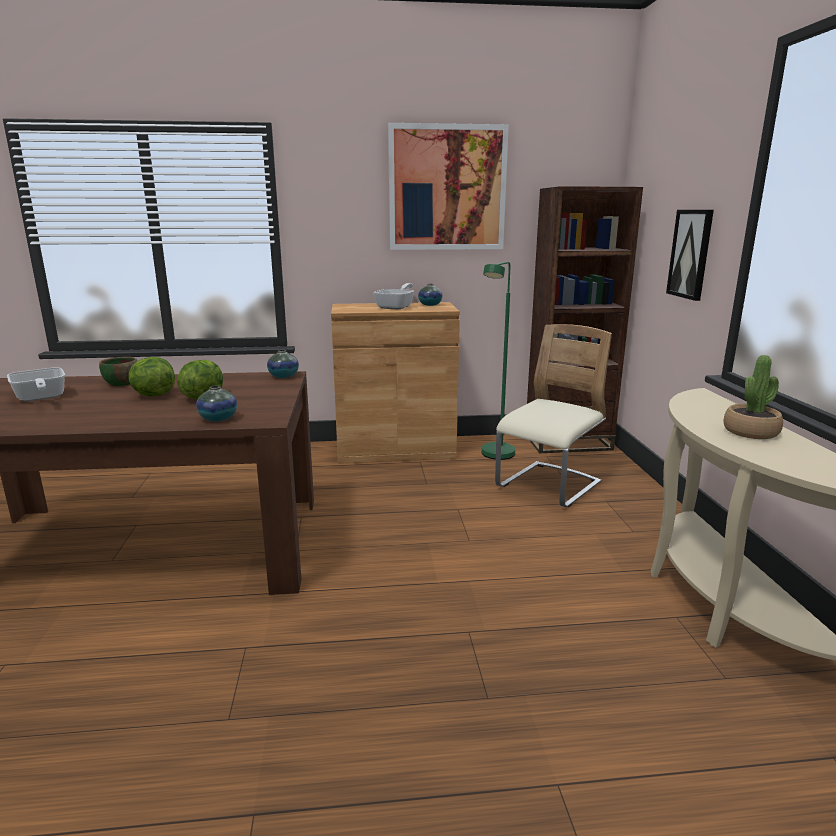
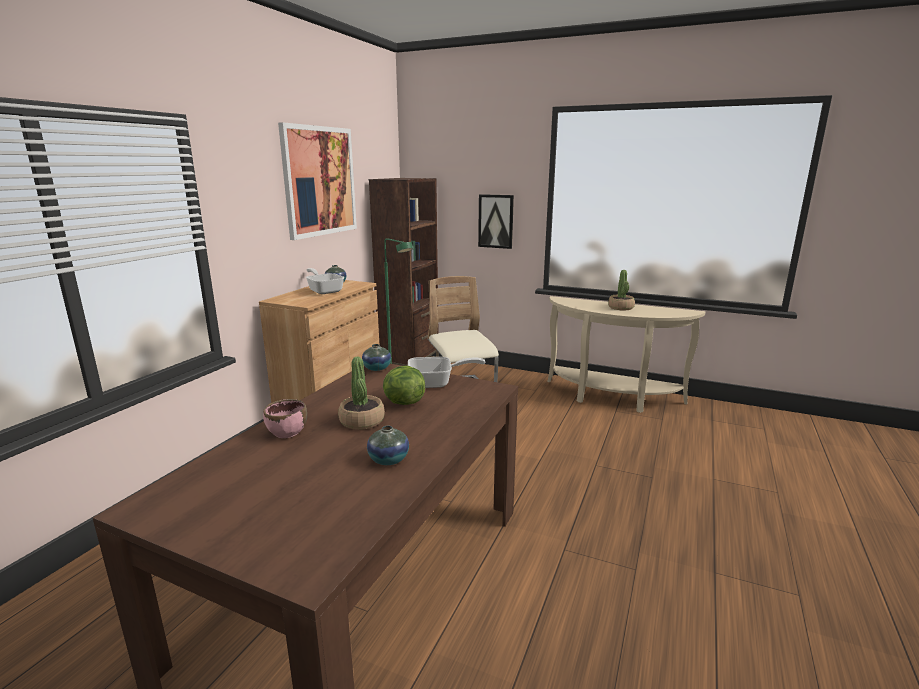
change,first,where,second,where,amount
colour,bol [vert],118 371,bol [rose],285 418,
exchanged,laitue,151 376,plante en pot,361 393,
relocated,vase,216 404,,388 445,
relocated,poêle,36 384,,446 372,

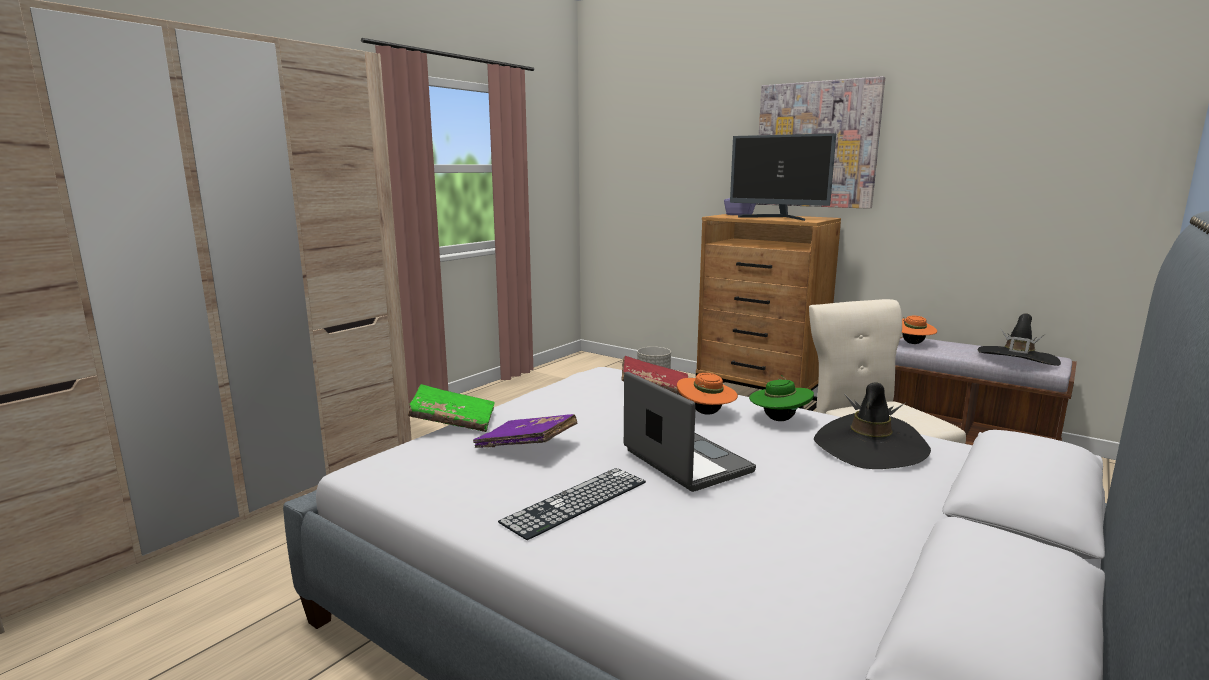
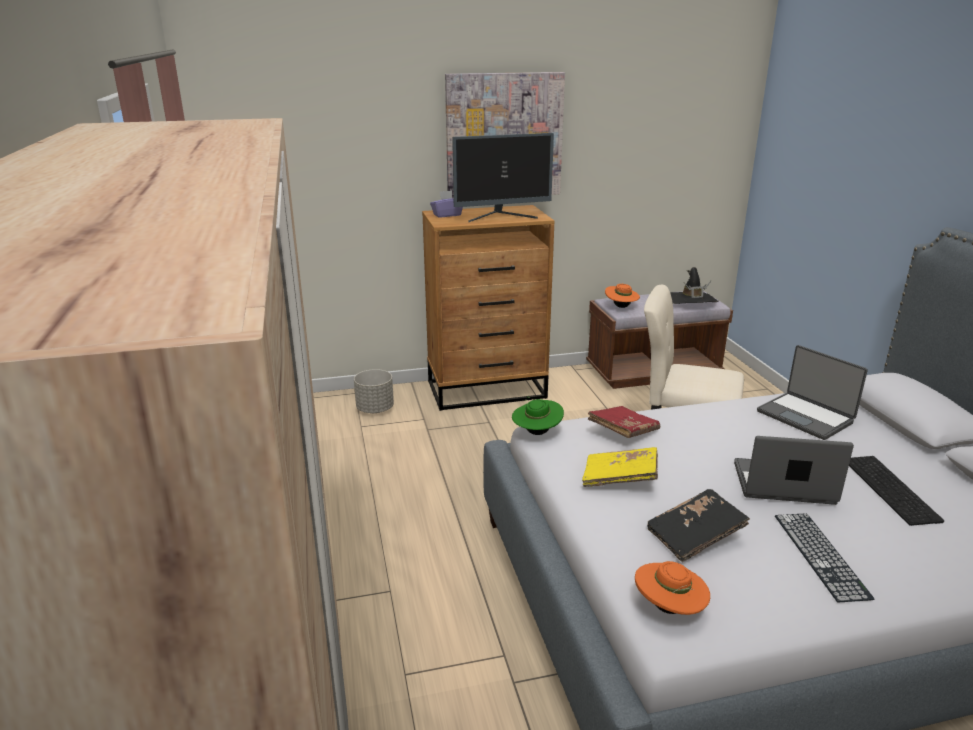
change,first,where,second,where,amount
relocated,chapeau [vert],781 398,,538 416,
appeared,,,livre [jaune],620 467,
relocated,chapeau [orange],707 394,,672 588,
colour,livre [violet],525 431,livre [noir],698 525,
exchanged,chapeau [noir],872 425,ordinateur portable,812 392,
appeared,,,clavier,896 491,
missing,livre [vert],451 408,,,

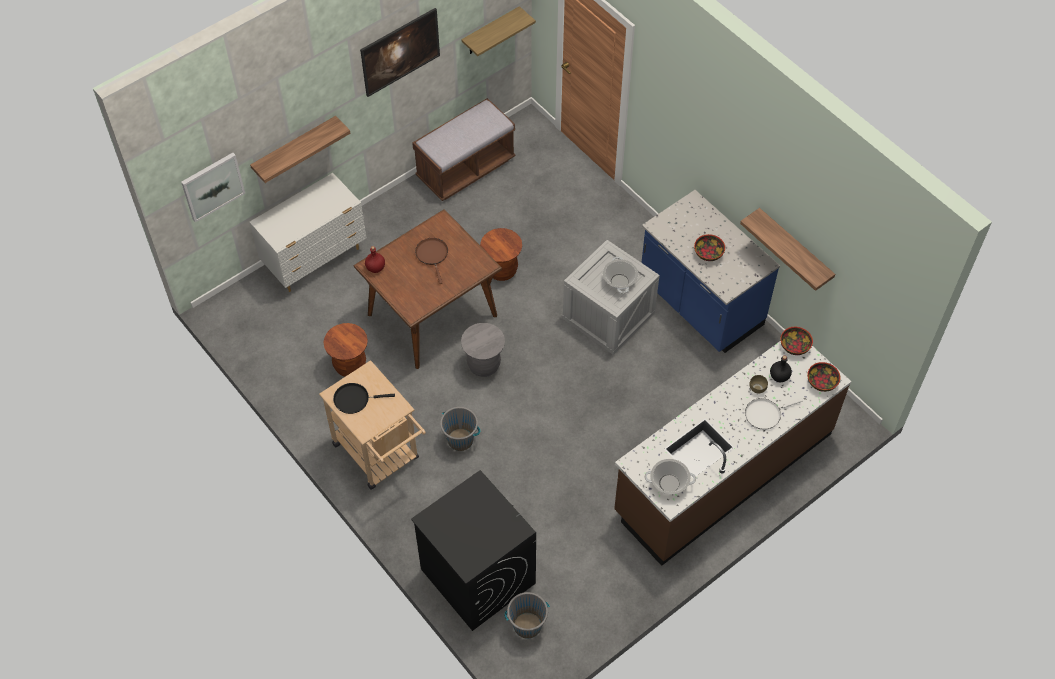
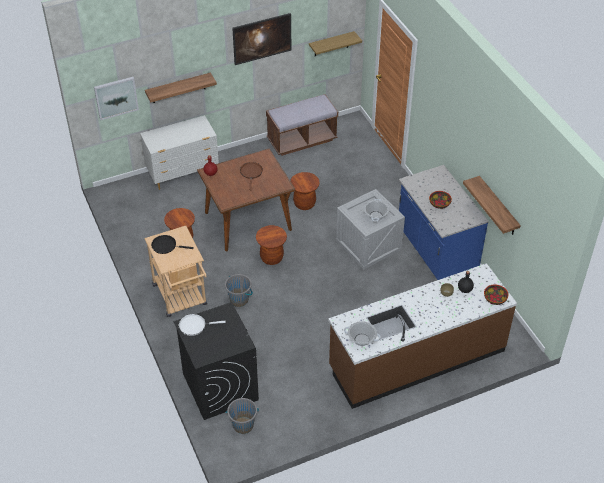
change,first,where,second,where,amount
relocated,poêle [blanc],774 414,,202 325,
colour,tabouret [gris],483 350,tabouret [marron],271 245,
missing,bol,796 341,,,

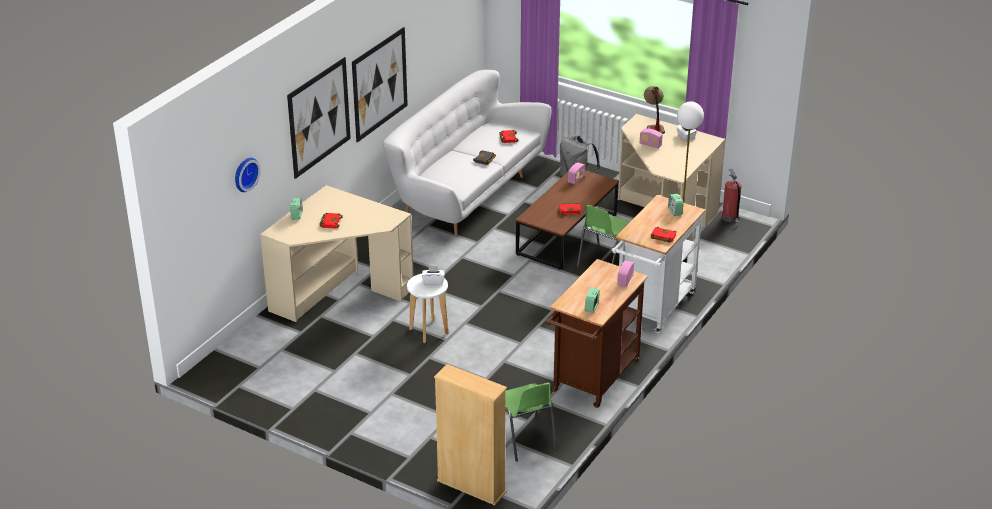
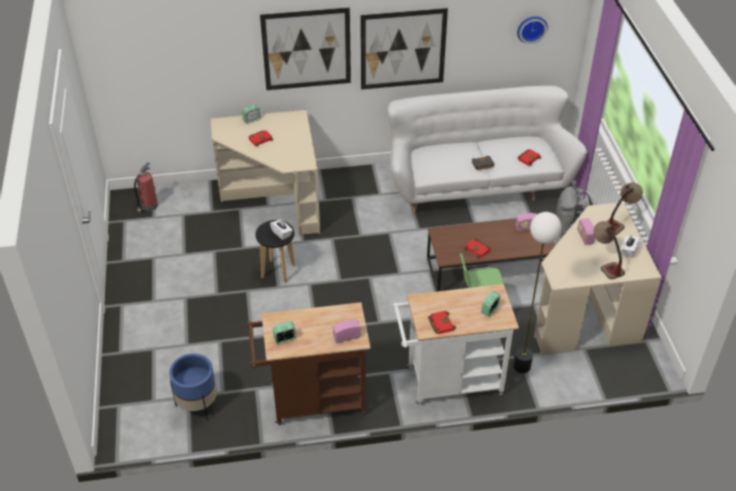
change,first,where,second,where,amount
relocated,extincteur,731 196,,146 187,
exchanged,chaise [vert],531 422,cache-pot [bleu],193 387,
colour,tabouret [blanc],427 308,tabouret [noir],275 251,
relocated,horloge murale,248 175,,532 30,
appeared,,,lampe de table,609 250,
missing,bibliothèque [beige],470 434,,,

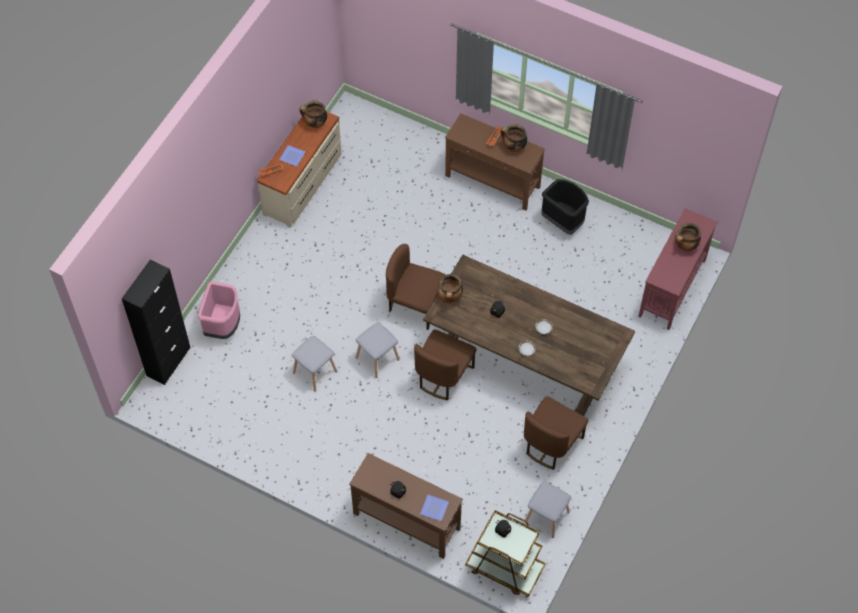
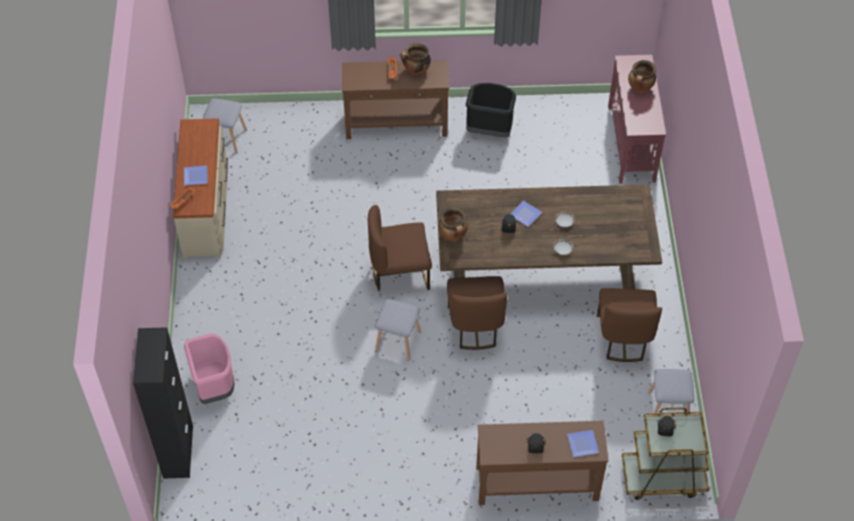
change,first,where,second,where,amount
relocated,tabouret [gris],314 363,,225 126,
appeared,,,assiette,526 214,
missing,marmite,313 114,,,

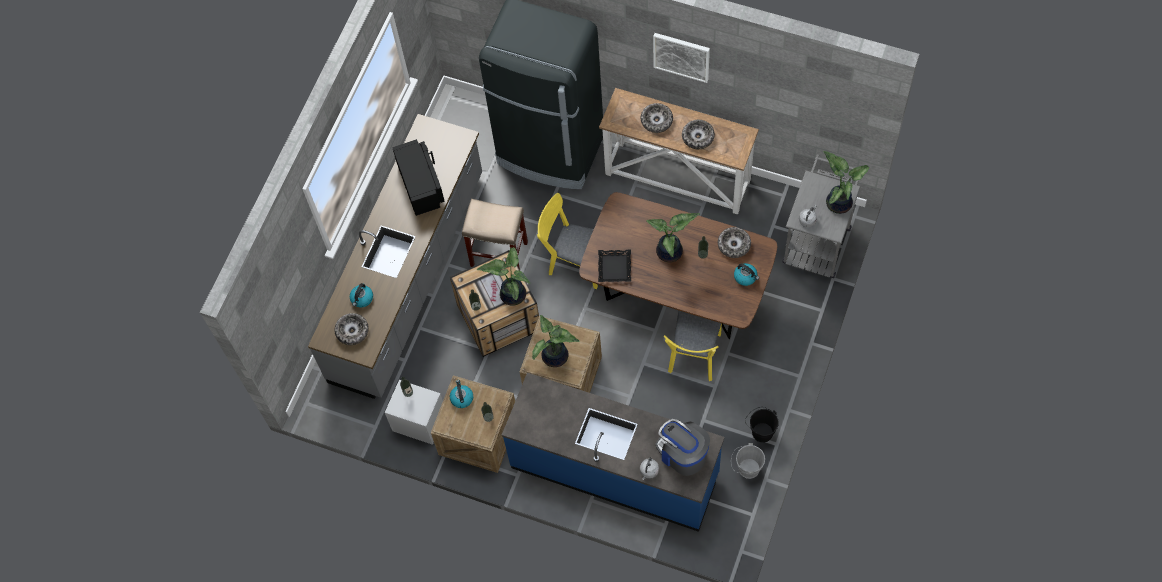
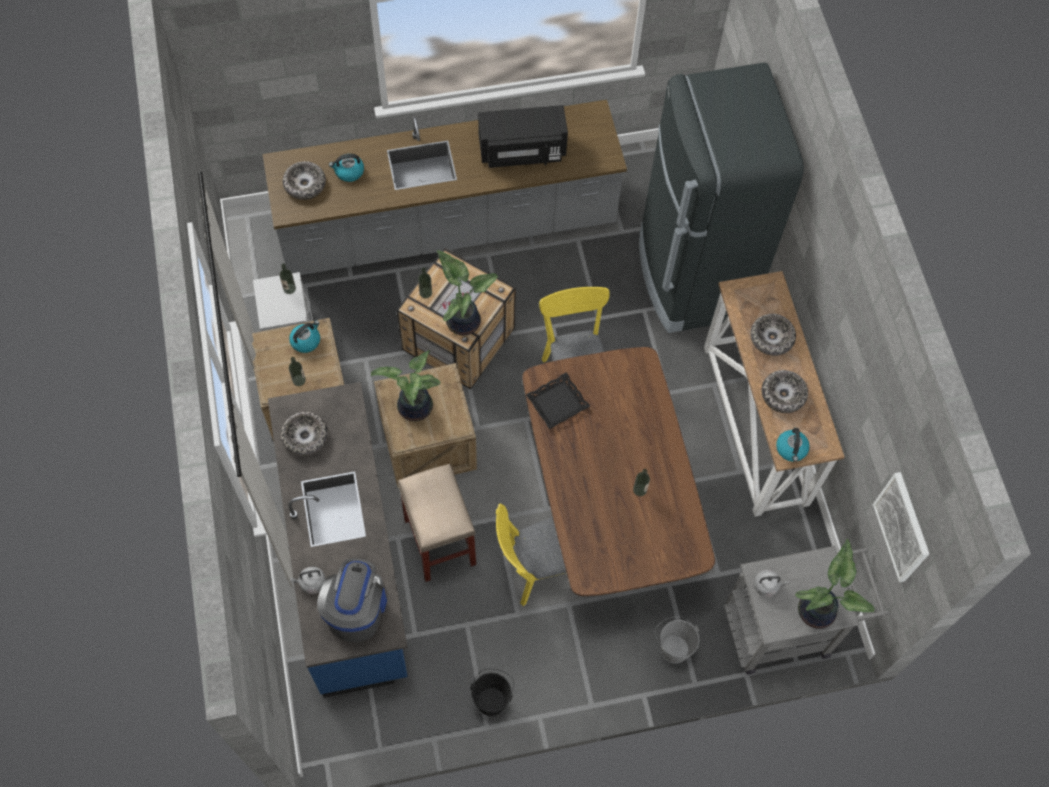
change,first,where,second,where,amount
relocated,bol,734 242,,304 434,
relocated,tabouret [beige],495 234,,437 523,
spun,micro-ondes [noir],418 177,,523 136,45 degrees clockwise
relocated,seau [gris],748 461,,677 640,
relocated,bouilloire,746 274,,793 445,
relocated,tableau,681 58,,901 527,
missing,plante en pot,673 237,,,

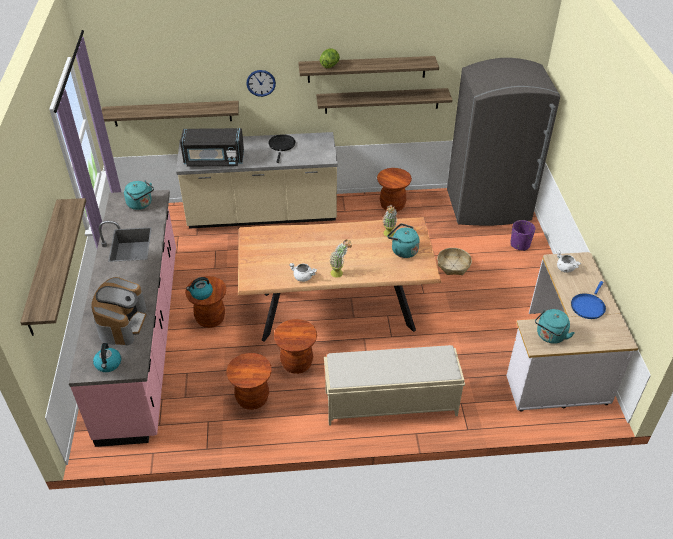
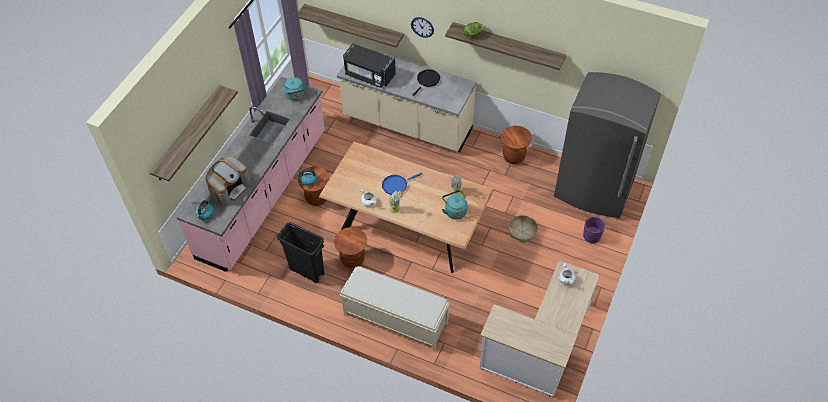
change,first,where,second,where,amount
exchanged,tabouret [marron],249 381,poubelle [noir],301 252,
relocated,poêle [bleu],588 300,,402 184,
missing,étagère,384 101,,,
missing,bouilloire [turquoise],554 326,,,

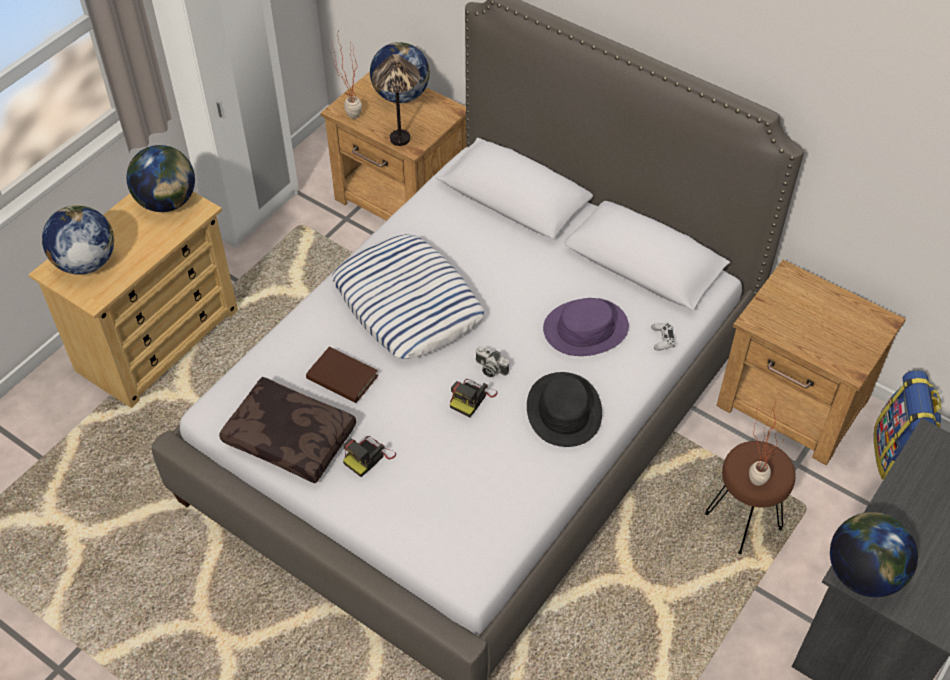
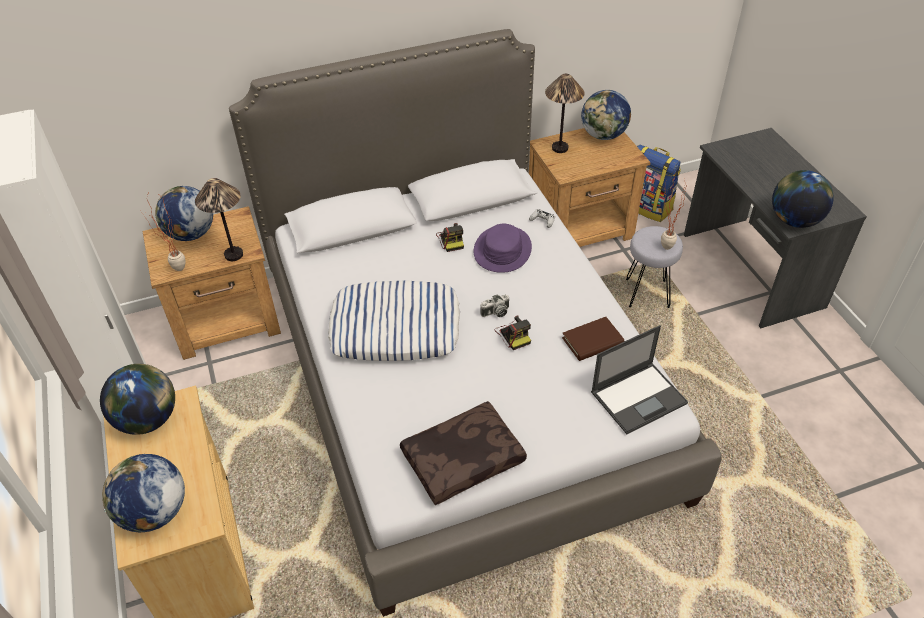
change,first,where,second,where,amount
relocated,appareil photo,369 456,,450 237,
appeared,,,lampe de table,565 113,
relocated,livre [marron],342 375,,593 339,
appeared,,,globe,606 115,
appeared,,,ordinateur portable,639 379,
colour,tabouret [marron],750 497,tabouret [gris],654 267,
missing,chapeau [noir],564 409,,,

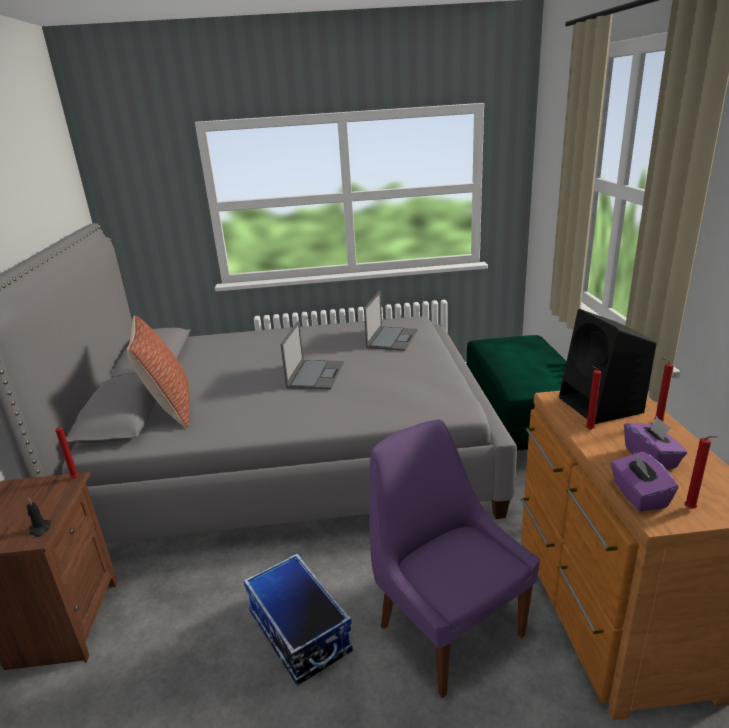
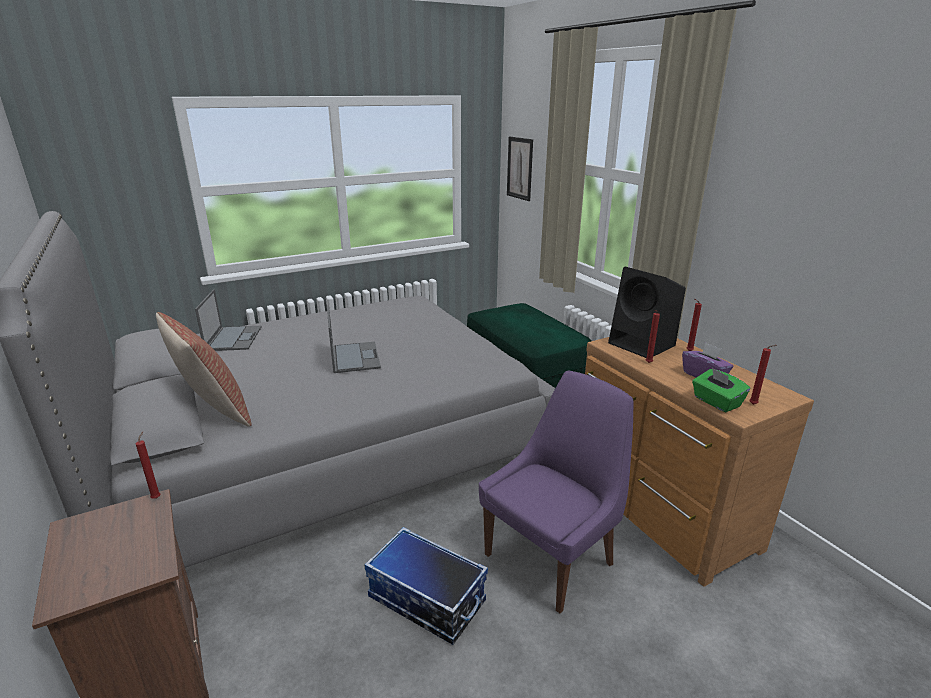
change,first,where,second,where,amount
relocated,ordinateur portable,391 321,,228 320,
spun,chaise [violet],454 559,,556 492,105 degrees clockwise
appeared,,,tableau,520 169,
colour,boîte à mouchoirs [violet],644 480,boîte à mouchoirs [vert],721 390,
missing,bougie [noir],38 517,,,

